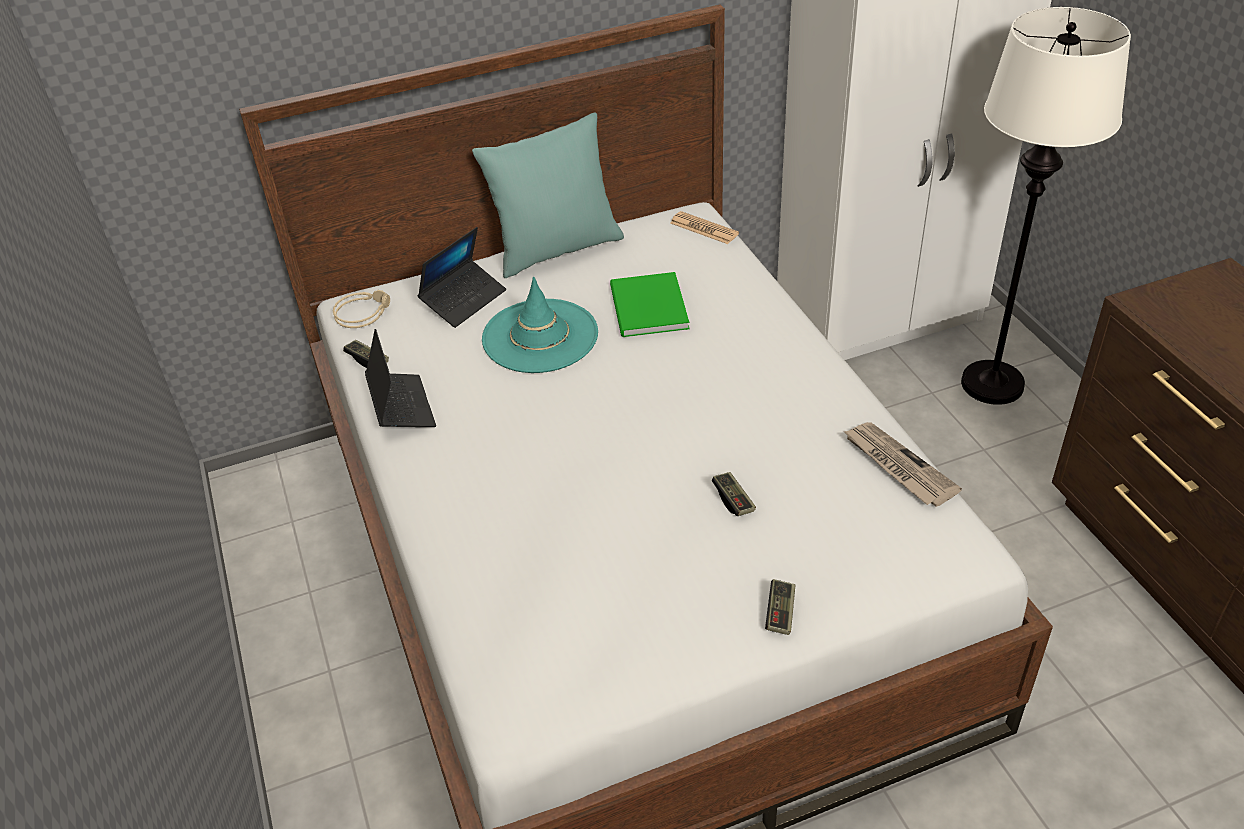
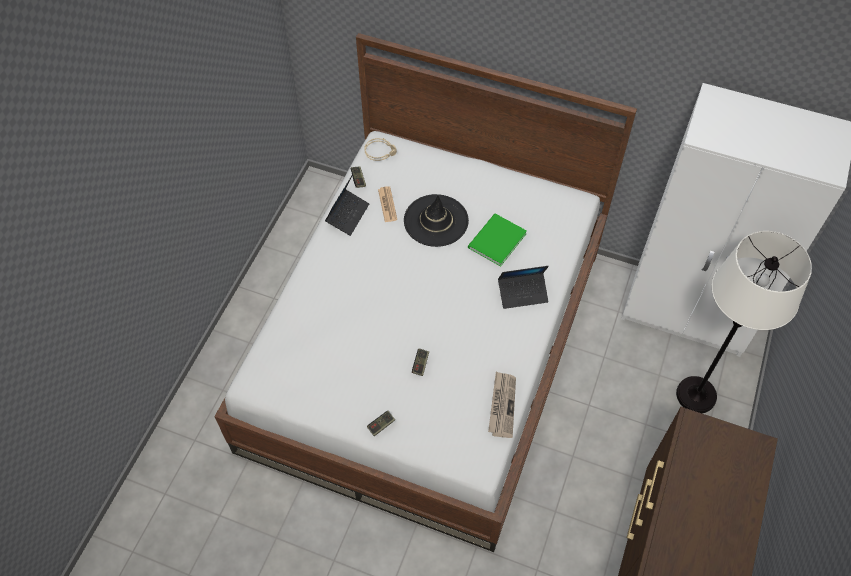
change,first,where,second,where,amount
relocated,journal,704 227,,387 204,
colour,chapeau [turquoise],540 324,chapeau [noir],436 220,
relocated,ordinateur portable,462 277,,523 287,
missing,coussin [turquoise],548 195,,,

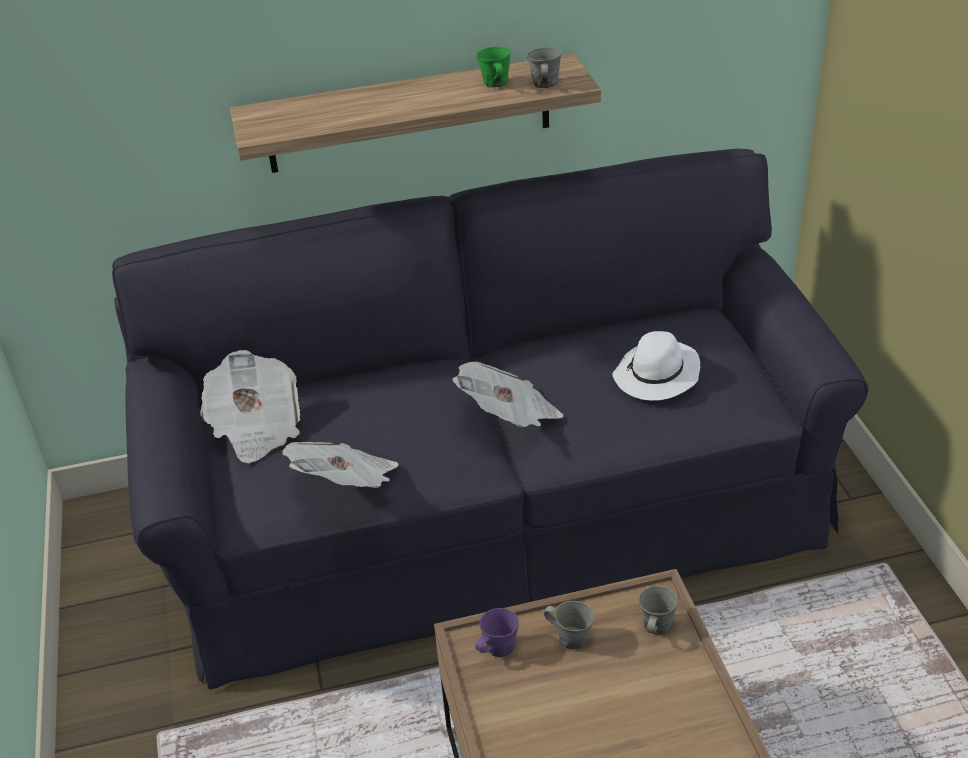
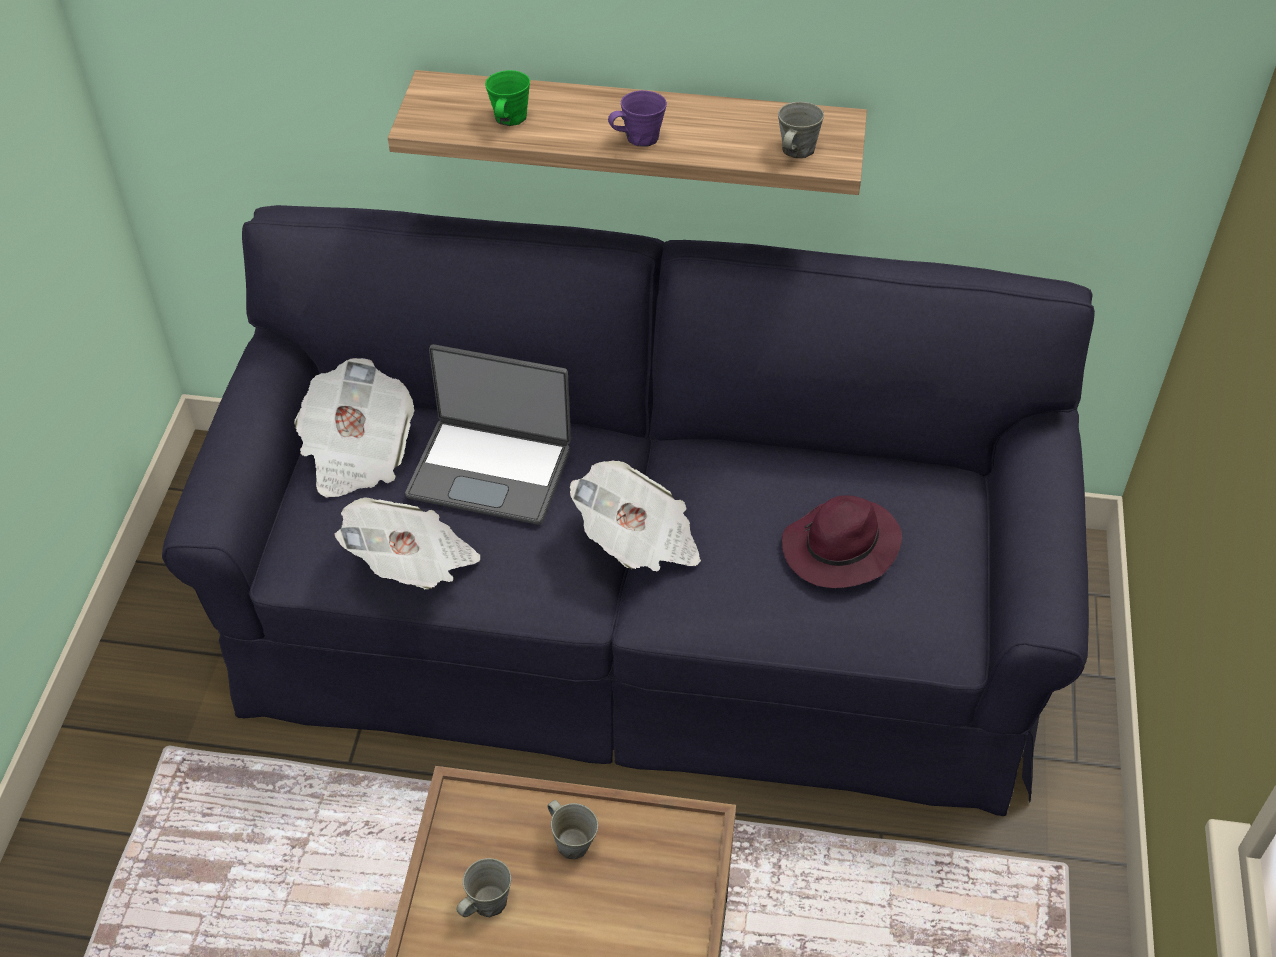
change,first,where,second,where,amount
appeared,,,ordinateur portable,488 434,
relocated,mug [gris],658 610,,483 887,
relocated,mug [vert],493 67,,507 98,
relocated,mug [violet],497 632,,637 118,
colour,chapeau [blanc],656 366,chapeau [violet],842 541,

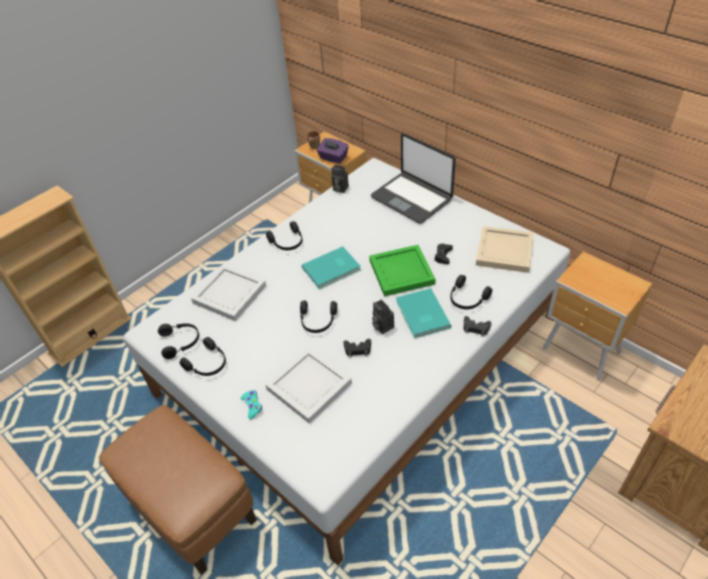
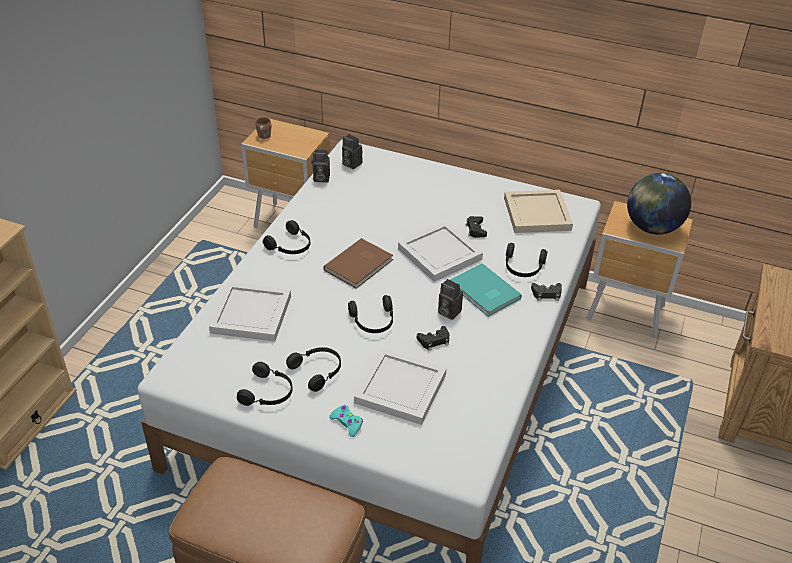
change,first,where,second,where,amount
relocated,casque audio [noir],178 341,,313 369,
colour,livre [turquoise],331 267,livre [marron],358 263,
appeared,,,appareil photo,352 151,
colour,plateau [vert],402 270,plateau [blanc],440 252,
appeared,,,globe,659 204,
missing,boîte à mouchoirs [violet],333 151,,,
missing,ordinateur portable,413 178,,,

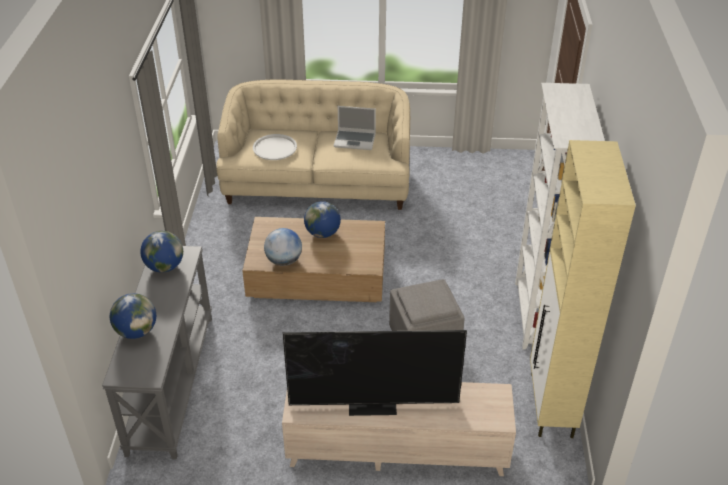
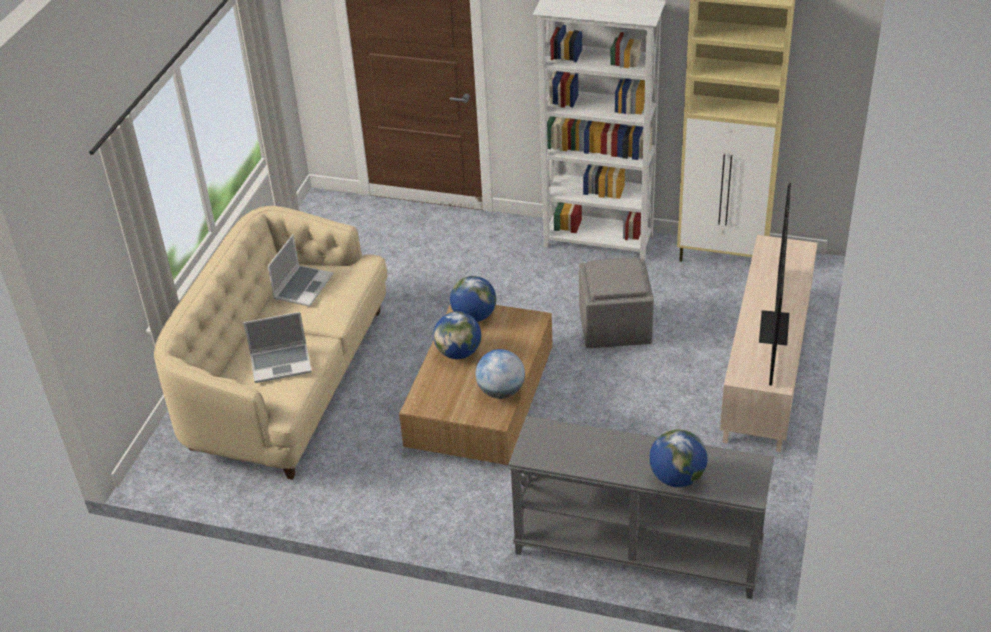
change,first,where,second,where,amount
exchanged,plateau [blanc],275 147,ordinateur portable,277 347,
relocated,globe,161 252,,473 299,

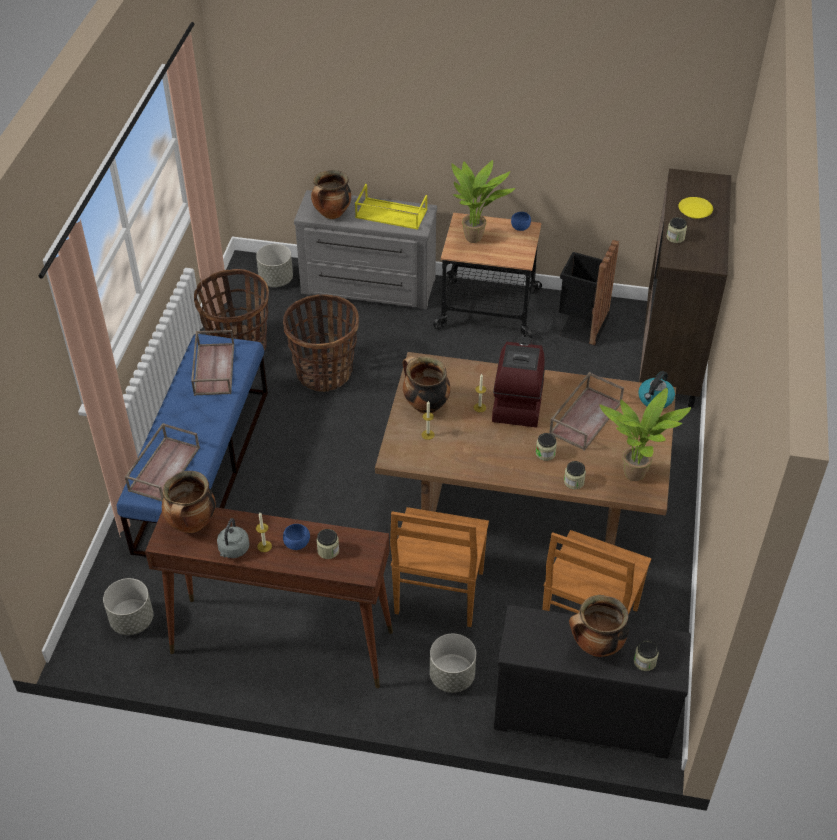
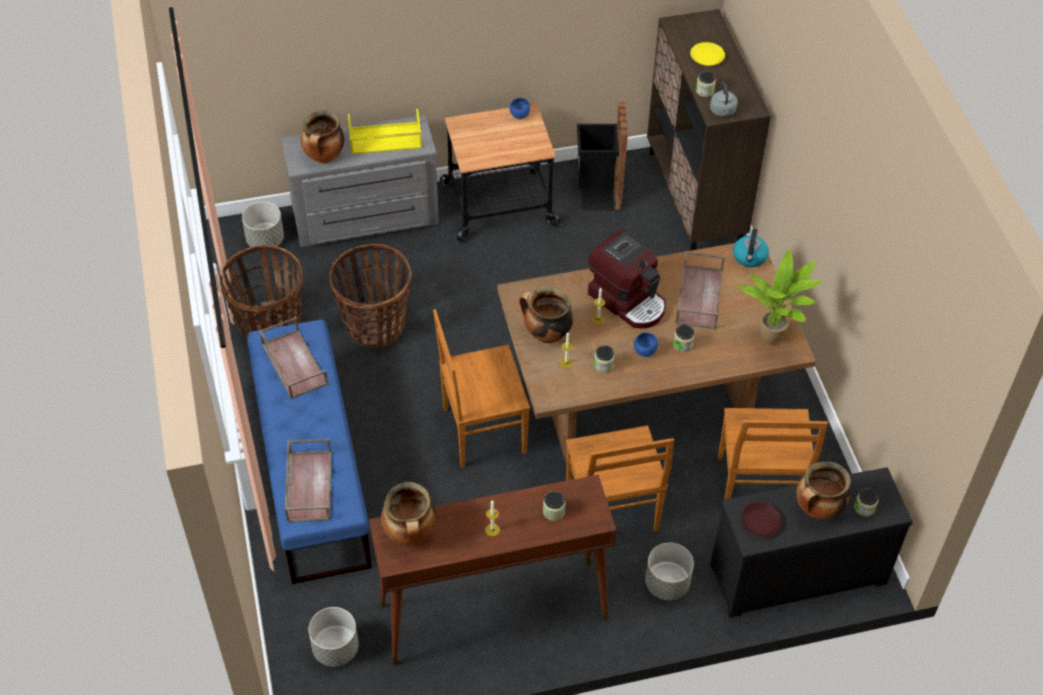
change,first,where,second,where,amount
appeared,,,chaise [marron],481 388,
spun,machine à café,518 382,,627 279,150 degrees clockwise
relocated,bocal,575 475,,604 359,
relocated,bol [bleu],296 537,,646 345,
relocated,bouilloire [gris],233 538,,724 99,
appeared,,,assiette [marron],761 519,
missing,plante en pot,483 201,,,

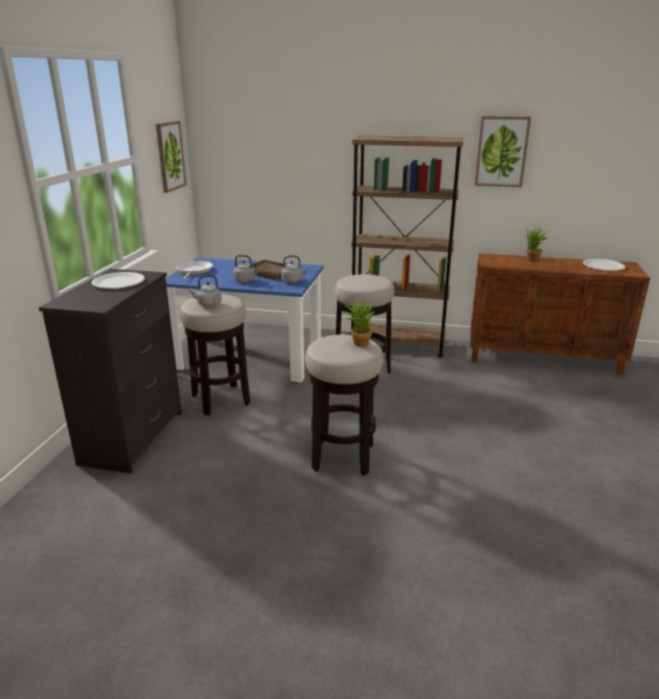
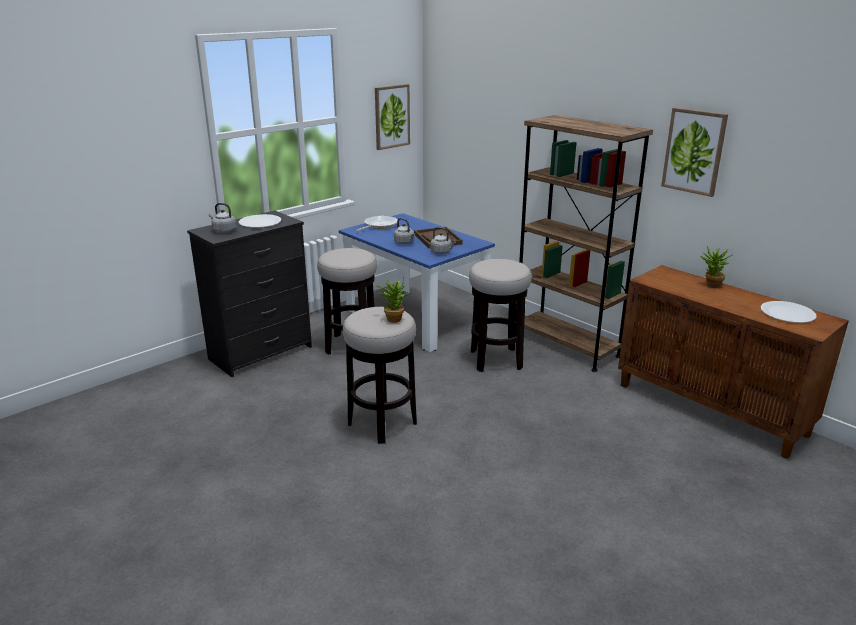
change,first,where,second,where,amount
relocated,bouilloire [gris],205 291,,222 218,

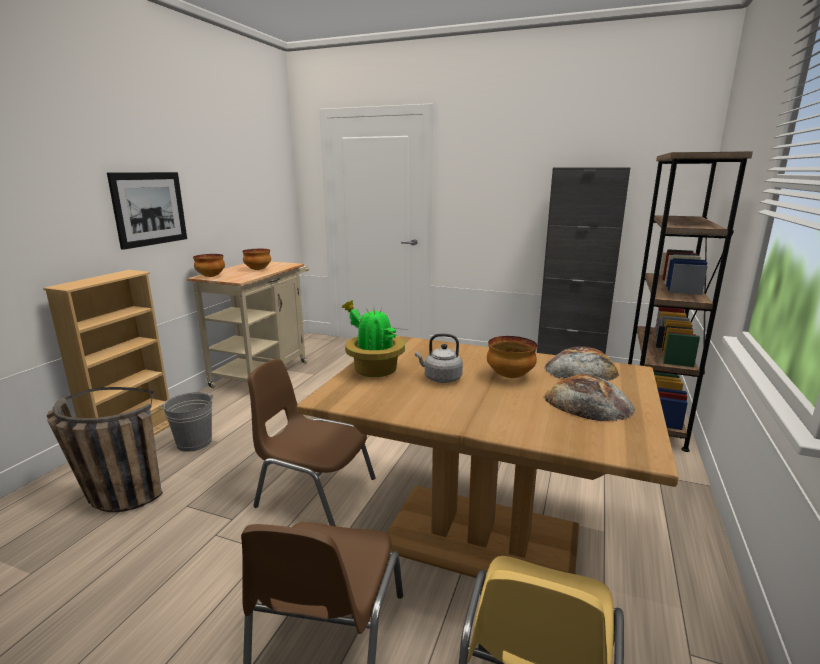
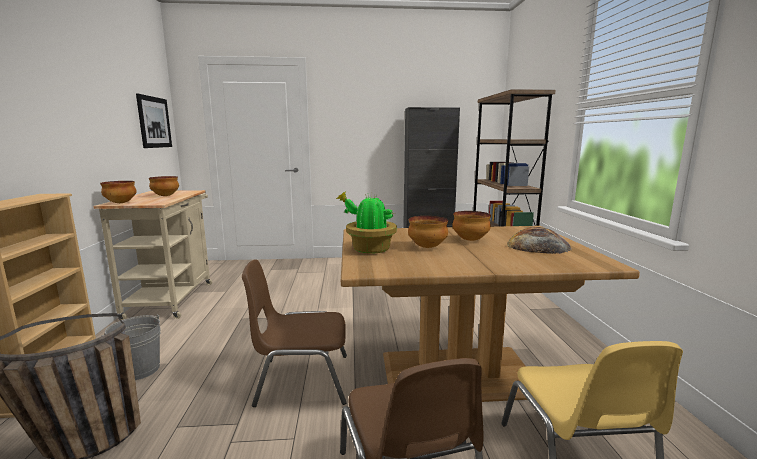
change,first,where,second,where,amount
relocated,tableau,147 211,,154 121,
exchanged,bouilloire [gris],439 358,bol,428 232,
missing,pain,581 363,,,

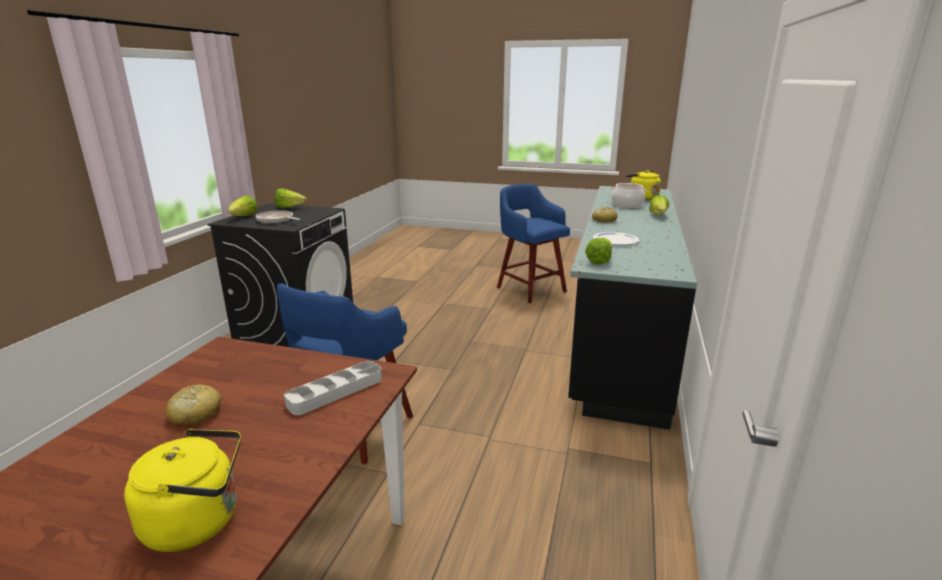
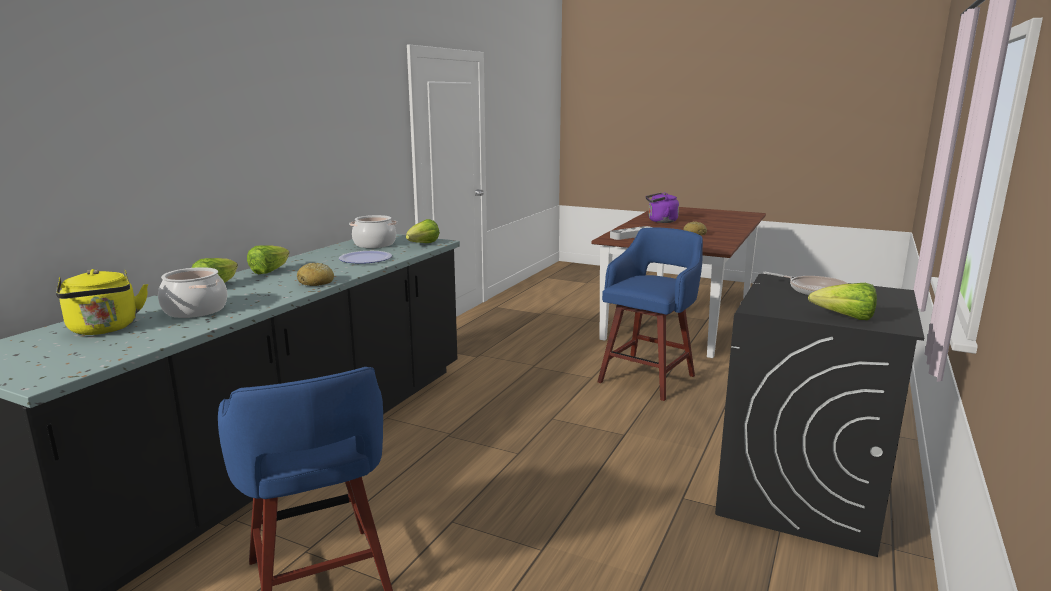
change,first,where,second,where,amount
relocated,laitue,242 205,,268 259,
appeared,,,marmite,373 231,
colour,bouilloire [jaune],182 490,bouilloire [violet],662 207,

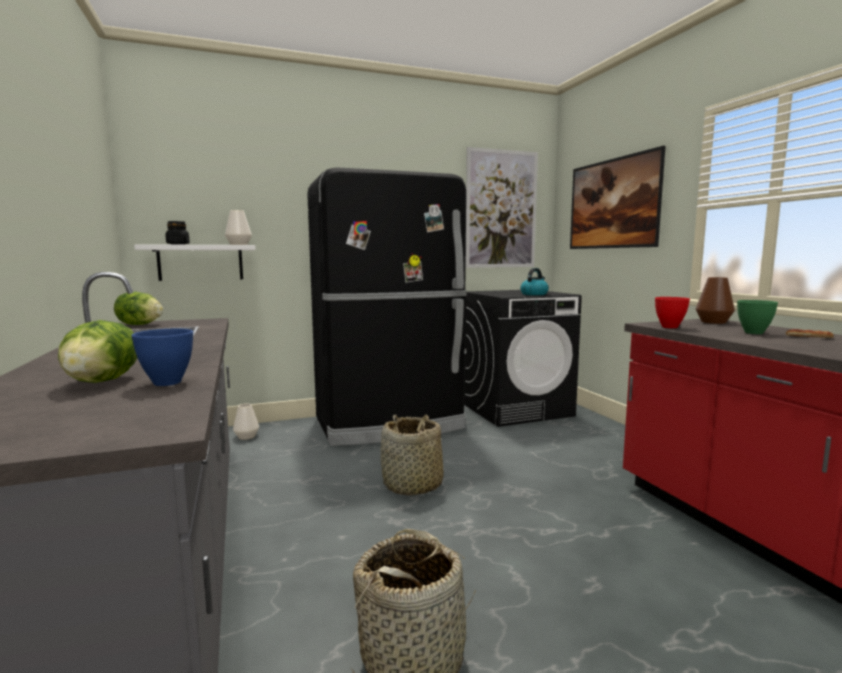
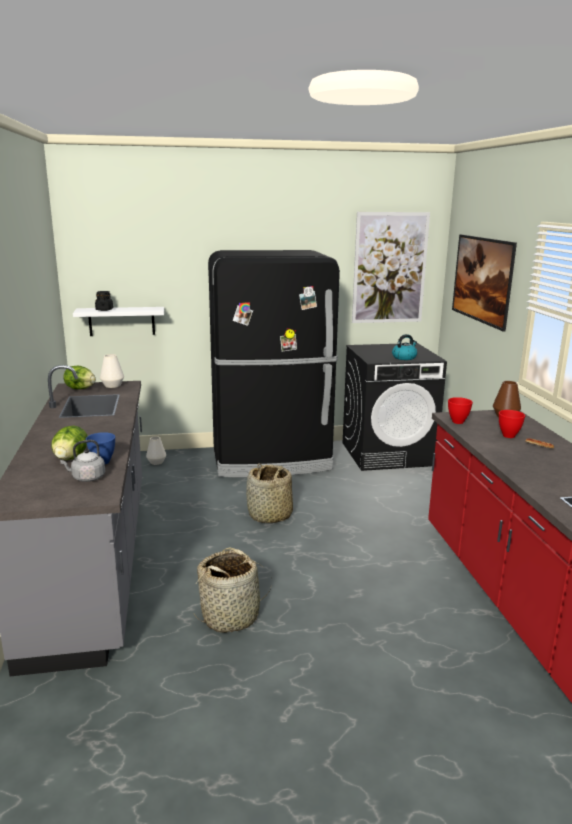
change,first,where,second,where,amount
appeared,,,bouilloire [gris],82 461,
relocated,vase [blanc],238 227,,112 371,
colour,bol [vert],757 317,bol [rouge],512 424,

